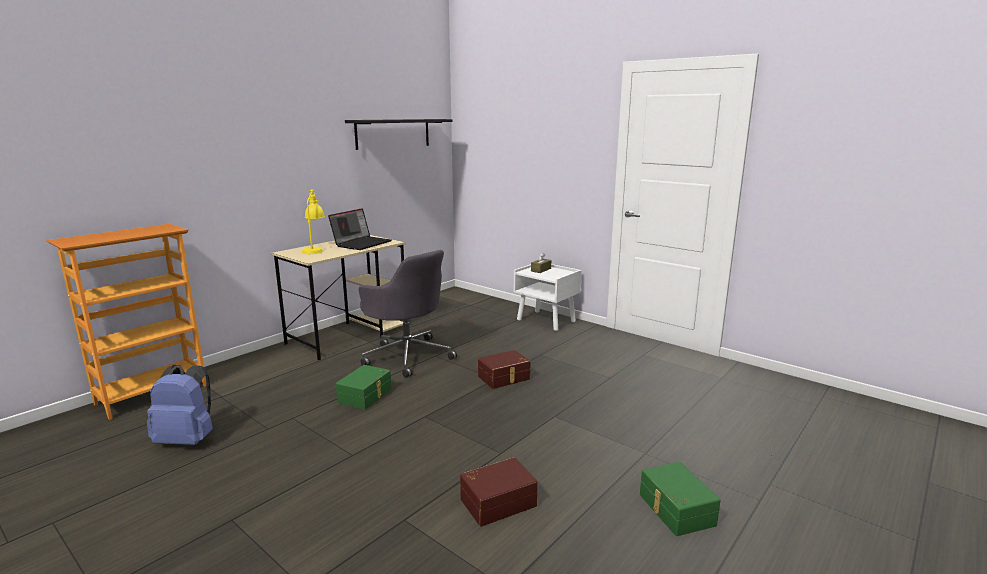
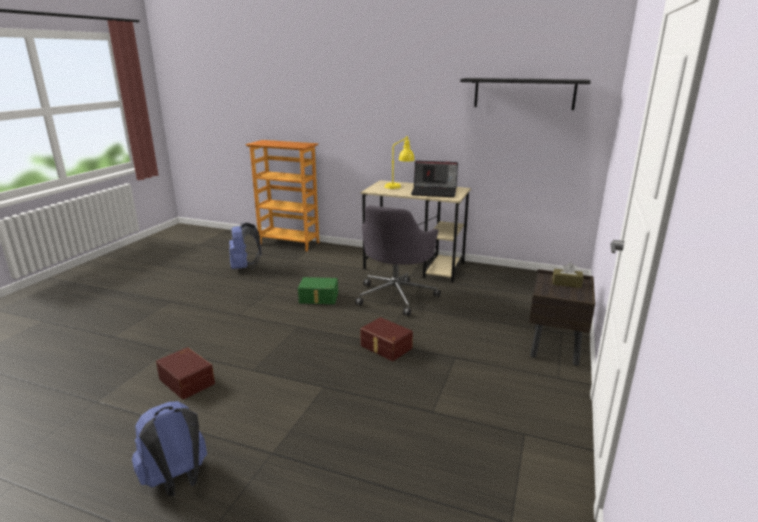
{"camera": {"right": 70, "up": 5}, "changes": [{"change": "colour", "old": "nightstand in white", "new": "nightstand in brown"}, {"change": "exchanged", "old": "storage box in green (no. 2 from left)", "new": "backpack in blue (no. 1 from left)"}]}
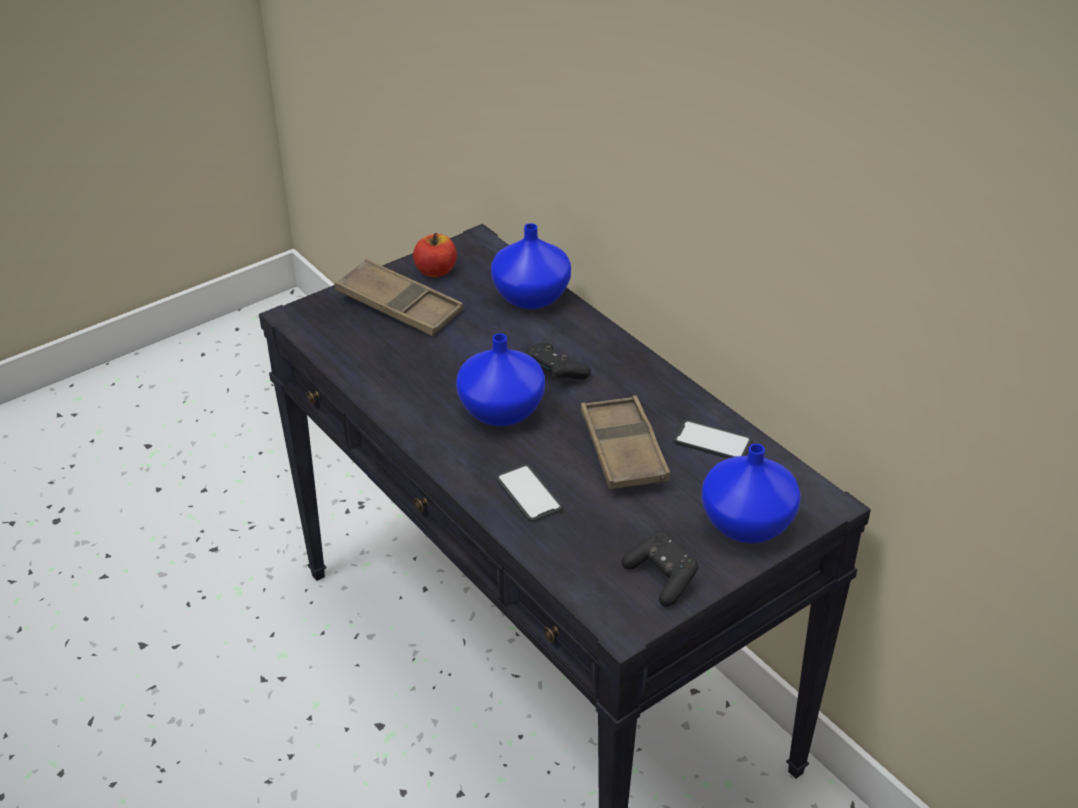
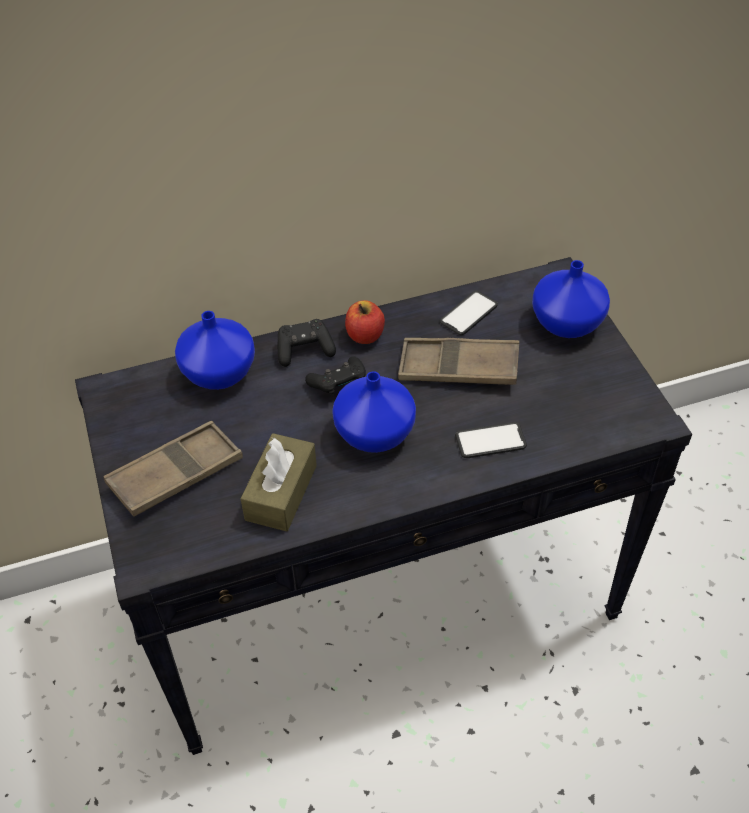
{"camera": {"right": -70, "up": 10}, "changes": [{"change": "relocated", "old": "apple"}, {"change": "relocated", "old": "game controller in black (no. 2 from left in the first image)", "new": "game controller in black (no. 1 from left)"}, {"change": "appeared", "new": "tissue box in brown"}]}
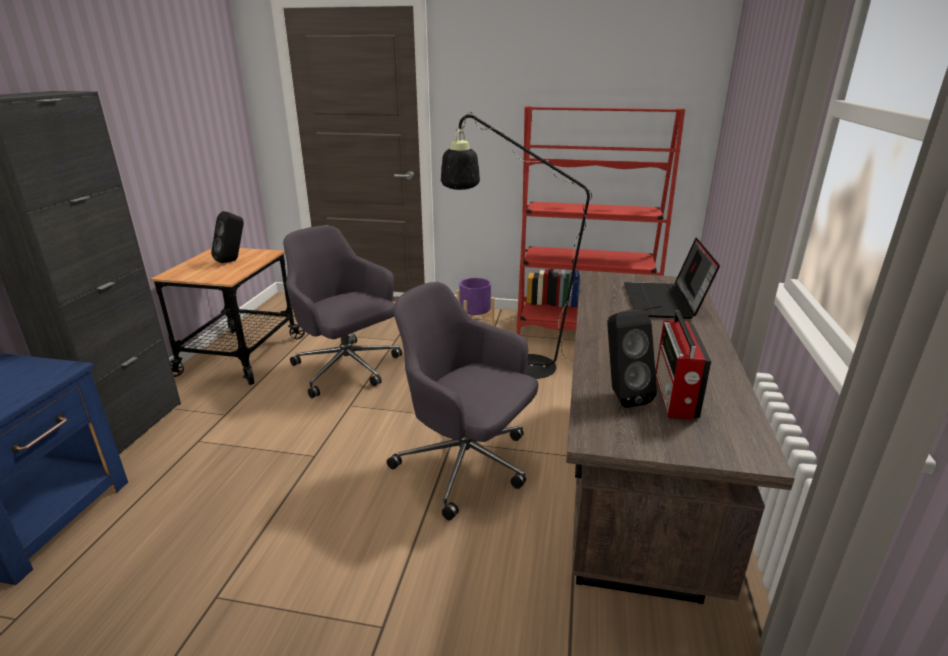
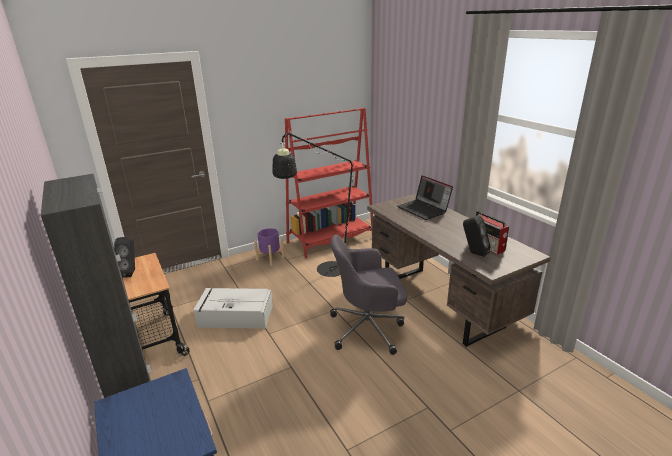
{"camera": {"right": -40, "up": 0}, "changes": [{"change": "exchanged", "old": "office chair in grey (no. 1 from left)", "new": "storage box in grey"}]}
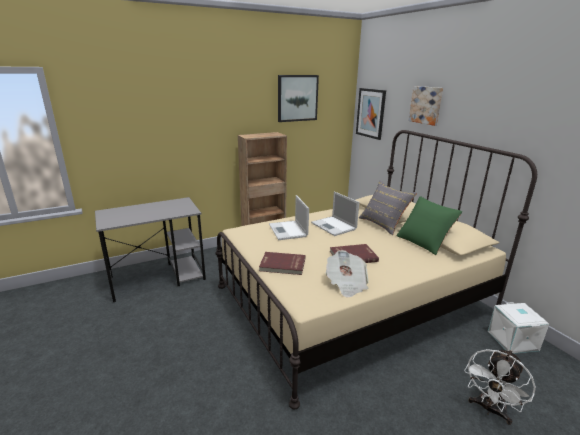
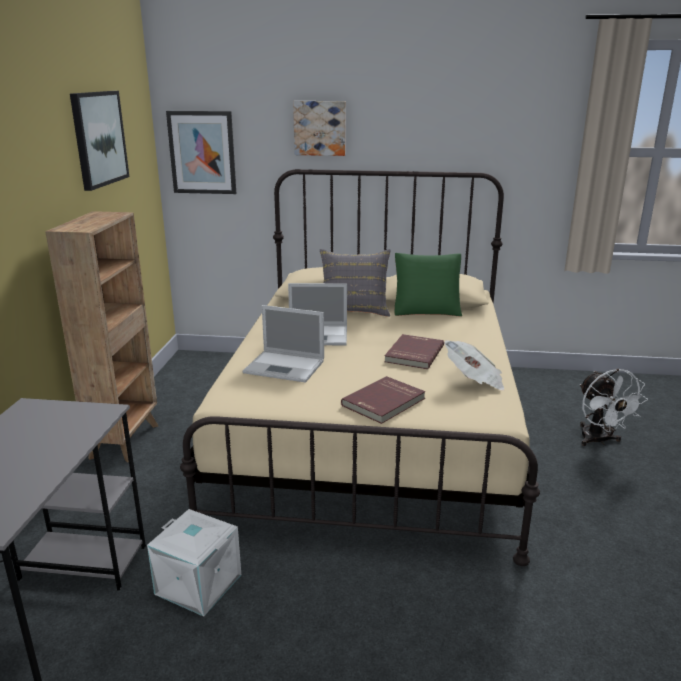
{"camera": {"right": -55, "up": 0}, "changes": [{"change": "relocated", "old": "storage box in white"}]}
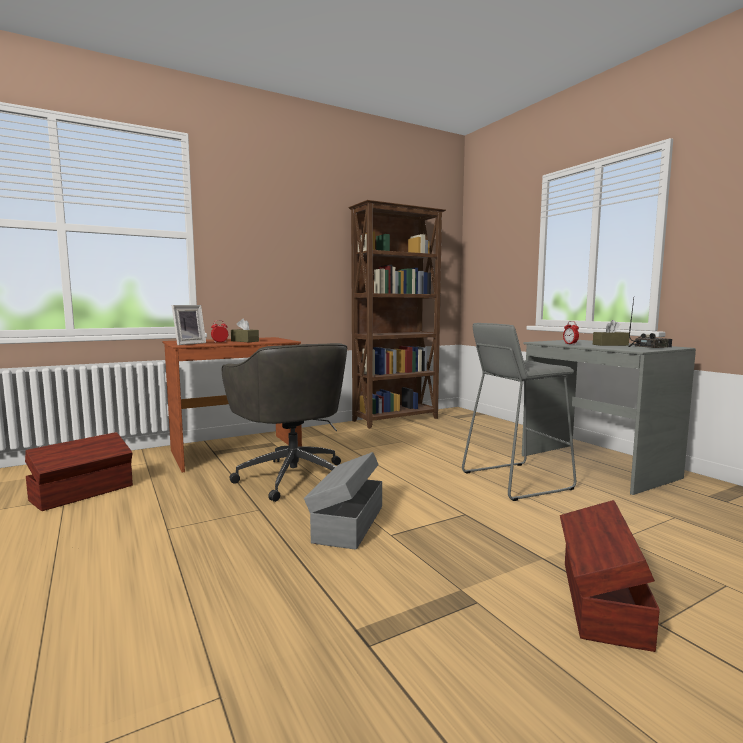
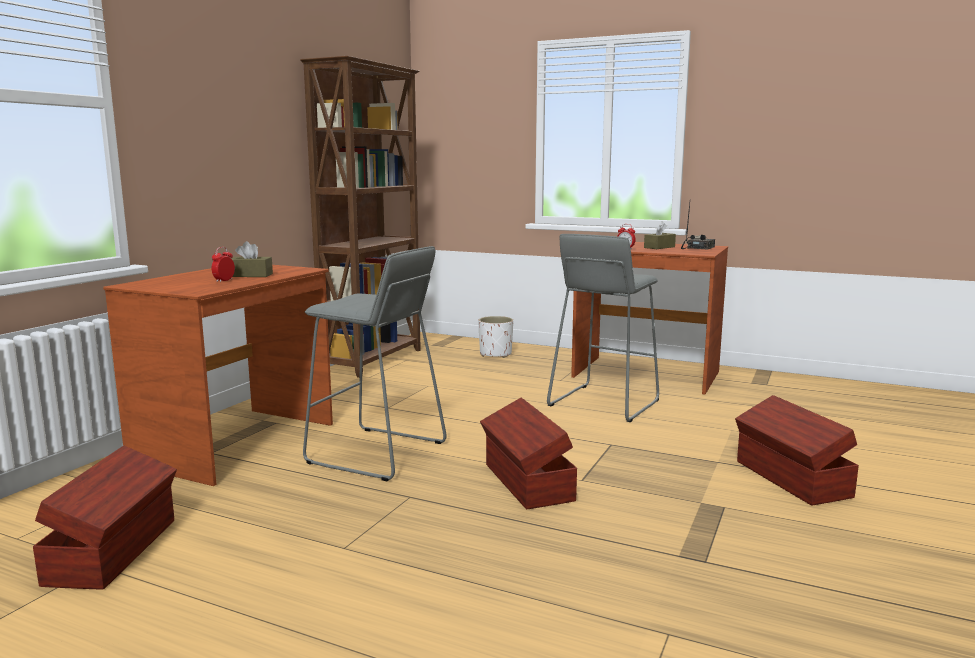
{"camera": {"right": -35, "up": 5}, "changes": [{"change": "missing", "old": "picture frame"}, {"change": "colour", "old": "desk in grey", "new": "desk in brown (no. 2 from left)"}, {"change": "exchanged", "old": "office chair in grey", "new": "stool in grey (no. 1 from left)"}, {"change": "colour", "old": "storage box in grey", "new": "storage box in brown (no. 2 from left)"}, {"change": "appeared", "new": "planter in white"}]}
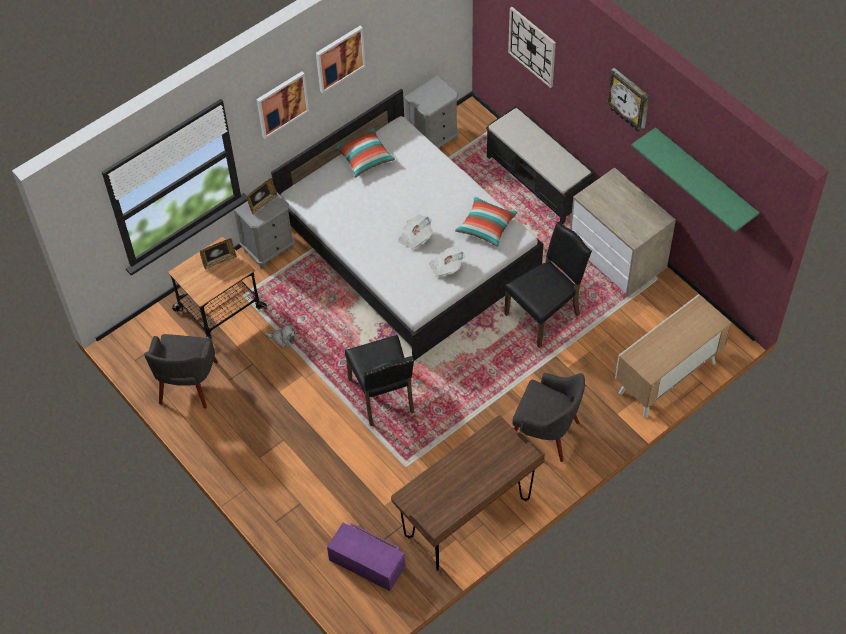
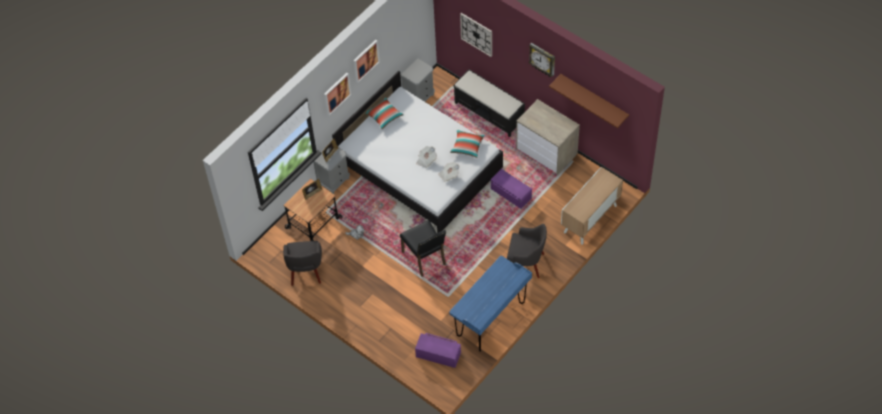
{"camera": {"right": -10, "up": 0}, "changes": [{"change": "colour", "old": "shelf in green", "new": "shelf in brown"}, {"change": "exchanged", "old": "chair in black (no. 2 from left)", "new": "storage box in purple (no. 2 from left)"}, {"change": "colour", "old": "desk in brown", "new": "desk in blue"}]}
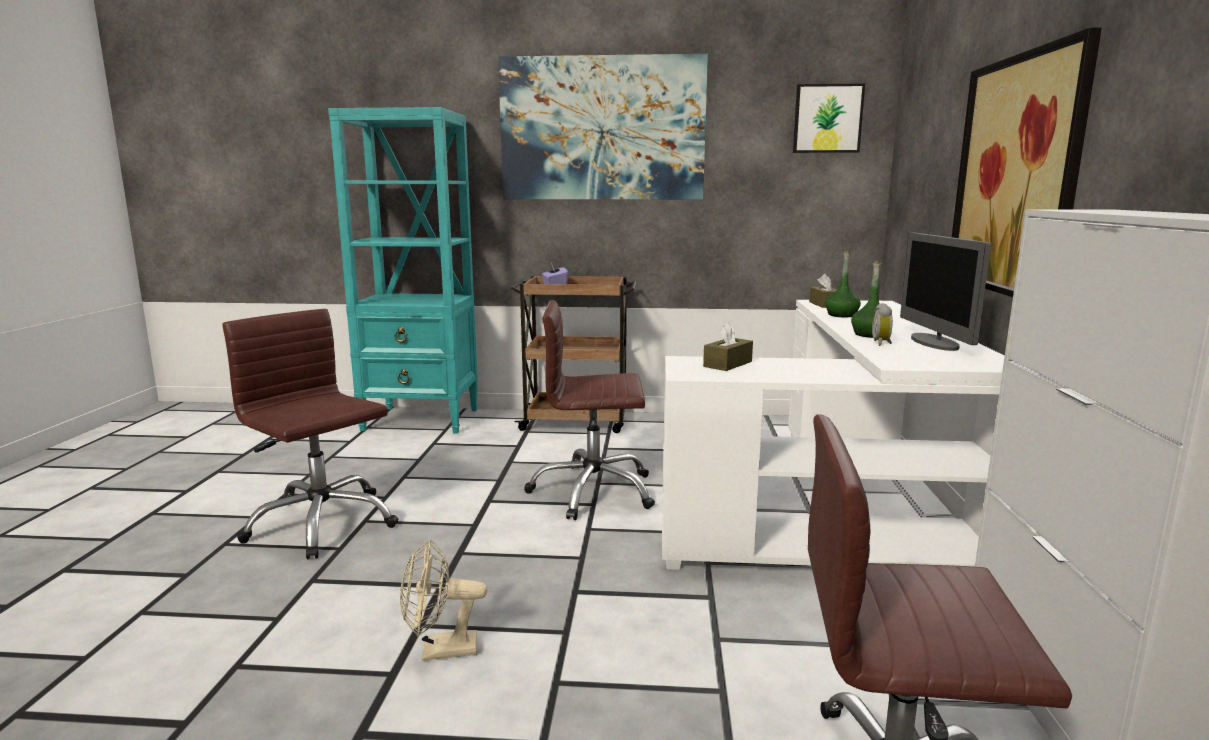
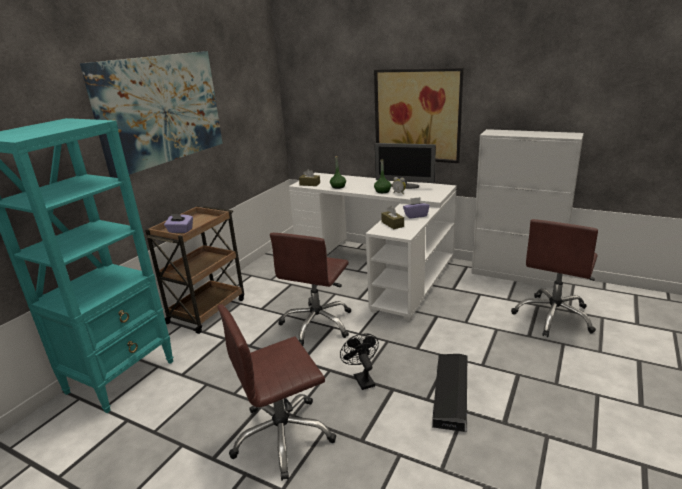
{"camera": {"right": -65, "up": 10}, "changes": [{"change": "missing", "old": "picture (no. 2 from left)"}, {"change": "exchanged", "old": "fan in beige", "new": "storage box in black"}, {"change": "appeared", "new": "tissue box in purple (no. 2 from left)"}, {"change": "appeared", "new": "fan in black"}]}
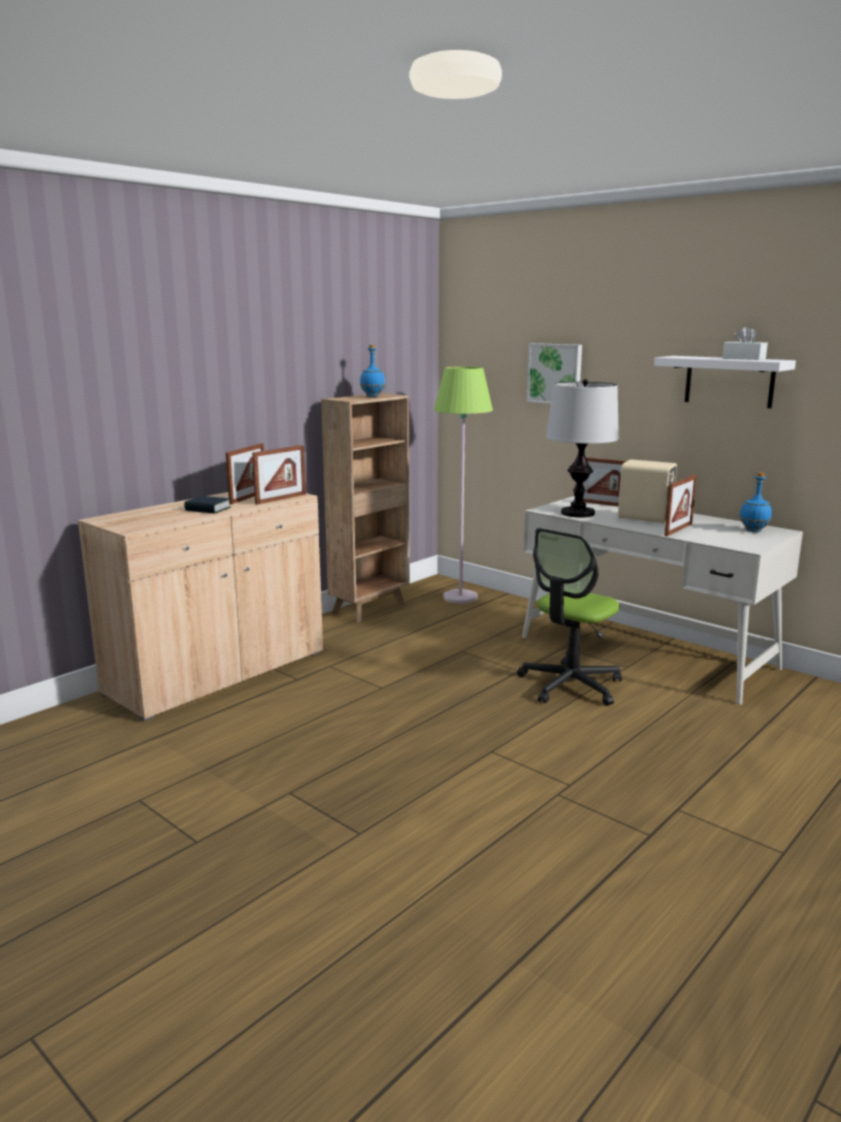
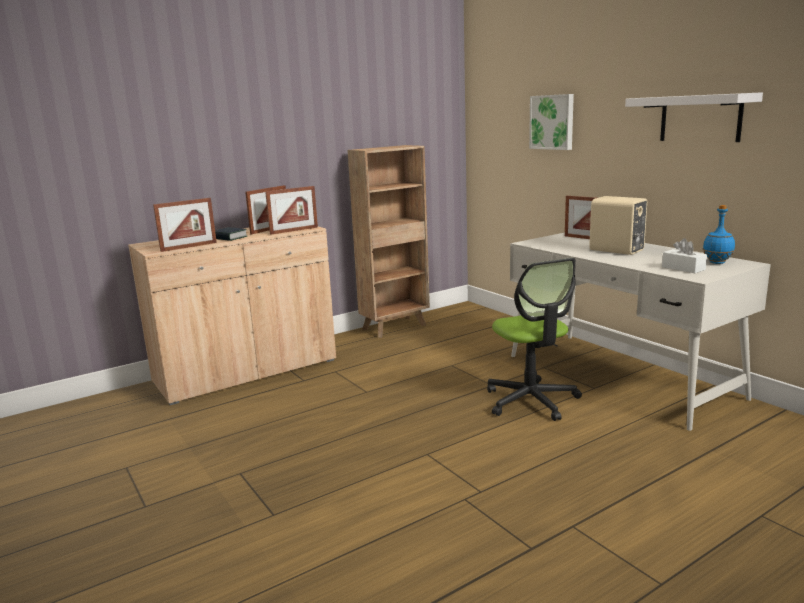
{"camera": {"right": 15, "up": 0}, "changes": [{"change": "relocated", "old": "tissue box in white"}, {"change": "missing", "old": "bottle in blue (no. 1 from left)"}, {"change": "missing", "old": "floor lamp in green"}, {"change": "missing", "old": "table lamp"}, {"change": "relocated", "old": "picture frame (no. 4 from left in the first image)", "new": "picture frame (no. 1 from left)"}, {"change": "spun", "old": "office chair", "degrees": -75}]}
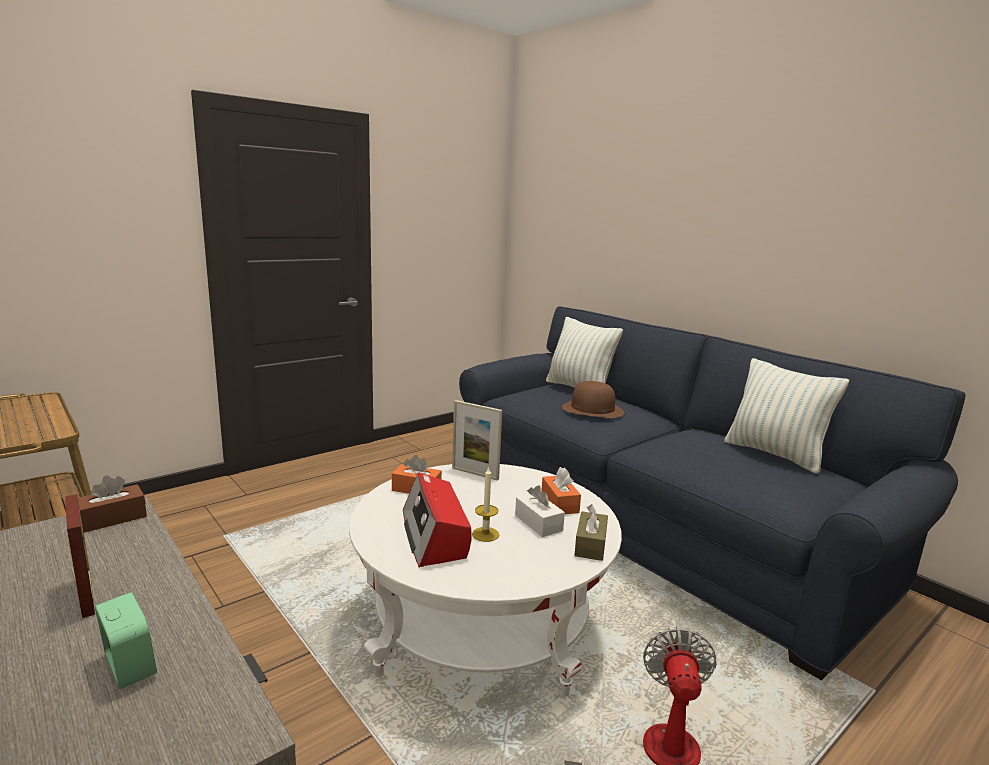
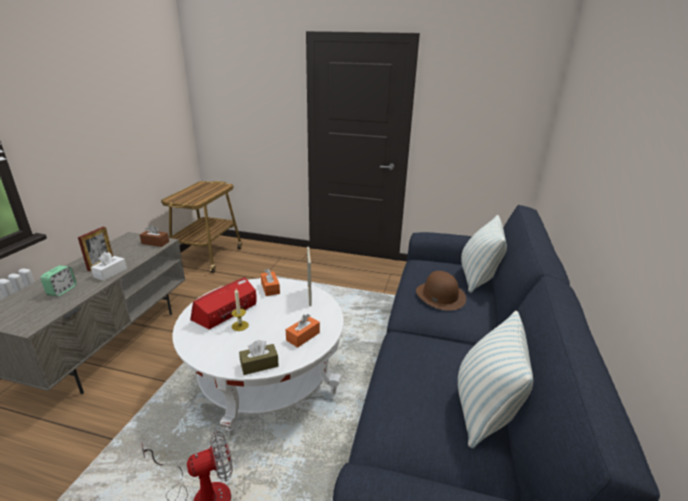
{"camera": {"right": 55, "up": 10}, "changes": [{"change": "relocated", "old": "tissue box in white"}]}
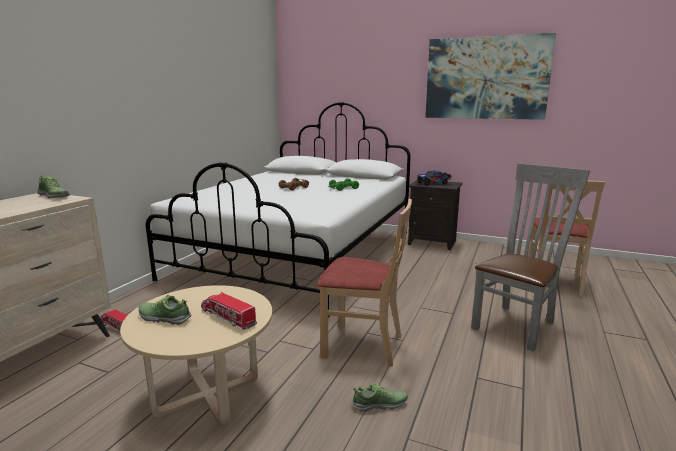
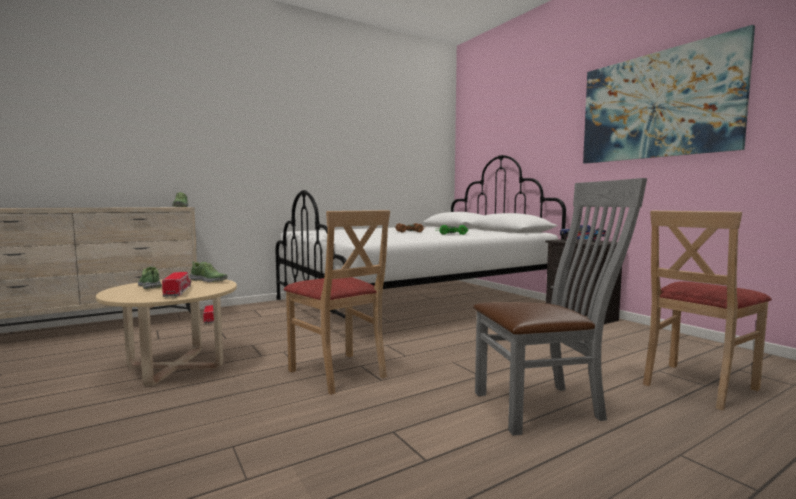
{"camera": {"right": 35, "up": -10}, "changes": [{"change": "relocated", "old": "shoe (no. 3 from left)"}]}
